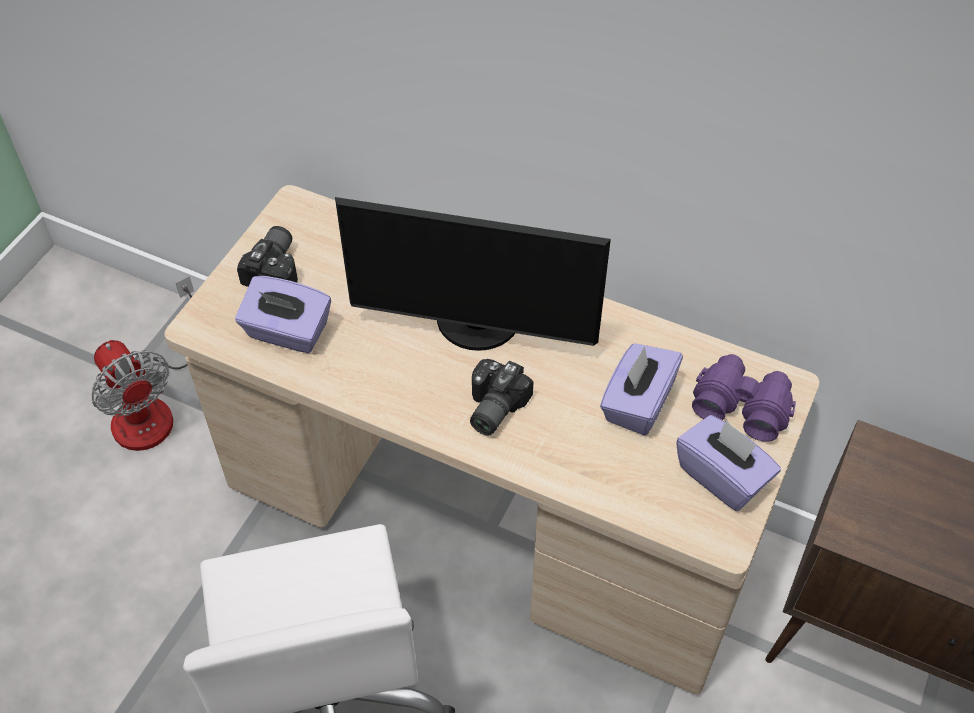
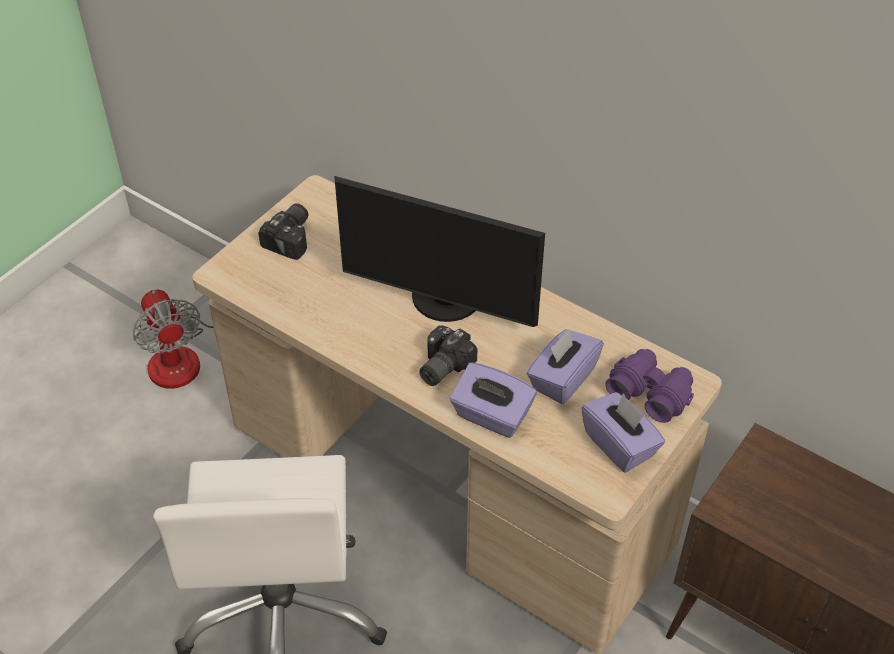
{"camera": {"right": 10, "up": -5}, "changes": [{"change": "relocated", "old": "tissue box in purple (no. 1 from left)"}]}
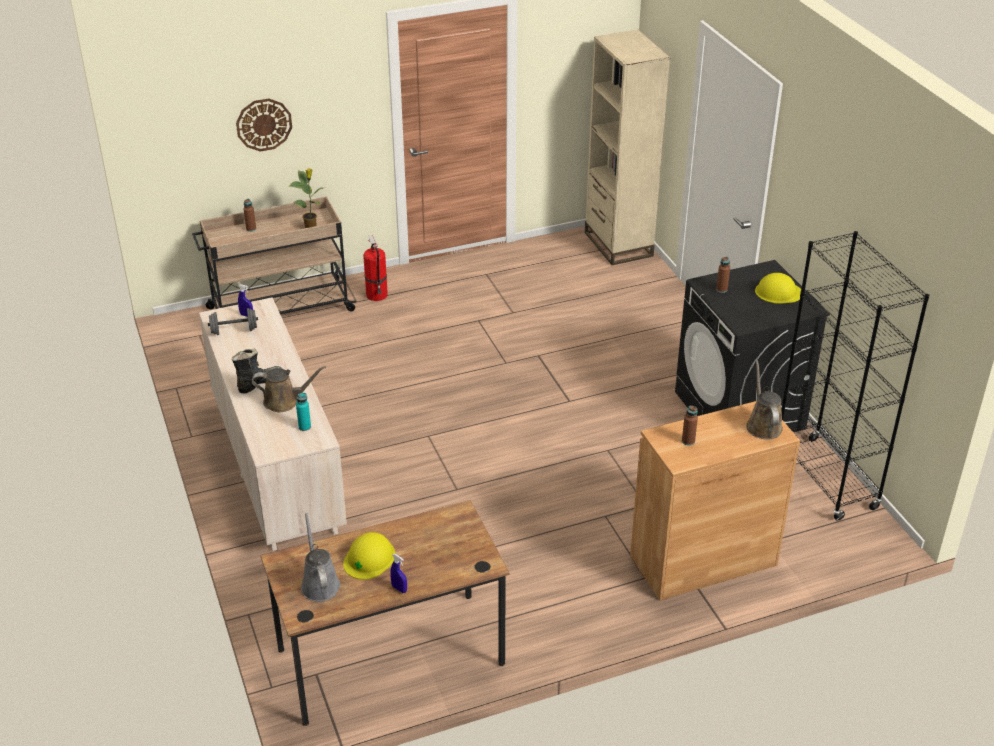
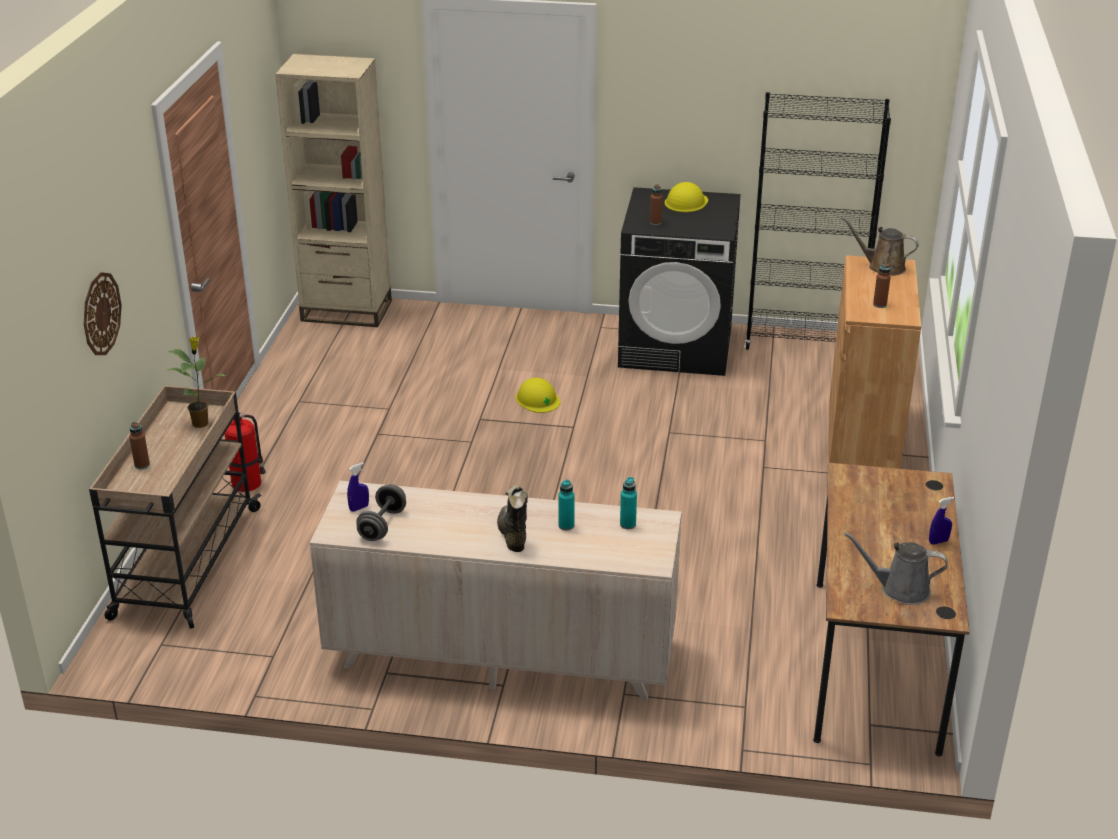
{"camera": {"right": -60, "up": -5}, "changes": [{"change": "exchanged", "old": "watering can in brown (no. 1 from left)", "new": "bottle in turquoise (no. 1 from left)"}, {"change": "relocated", "old": "hard hat in yellow (no. 1 from left)"}]}
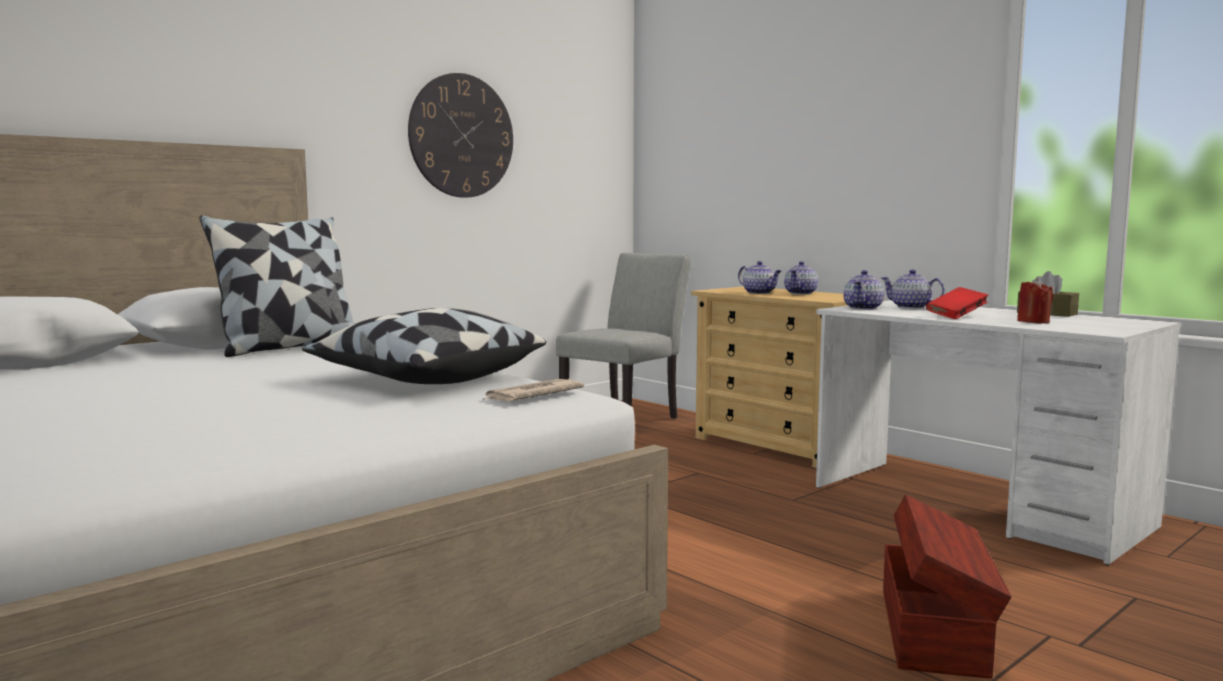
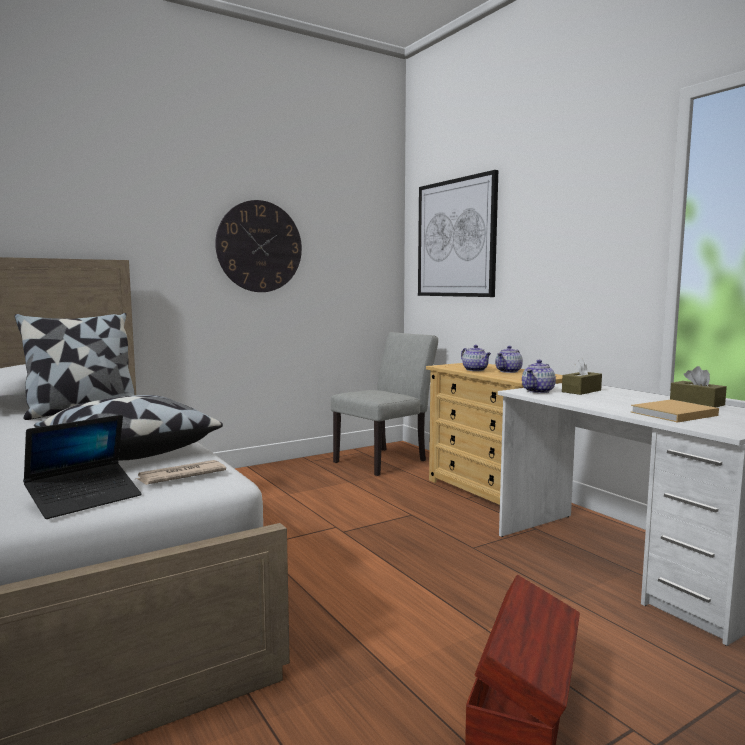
{"camera": {"right": 10, "up": 0}, "changes": [{"change": "exchanged", "old": "teapot (no. 4 from left)", "new": "tissue box in brown (no. 1 from left)"}, {"change": "exchanged", "old": "candle in red", "new": "book in beige"}, {"change": "missing", "old": "book in red"}, {"change": "appeared", "new": "picture"}, {"change": "appeared", "new": "laptop"}]}
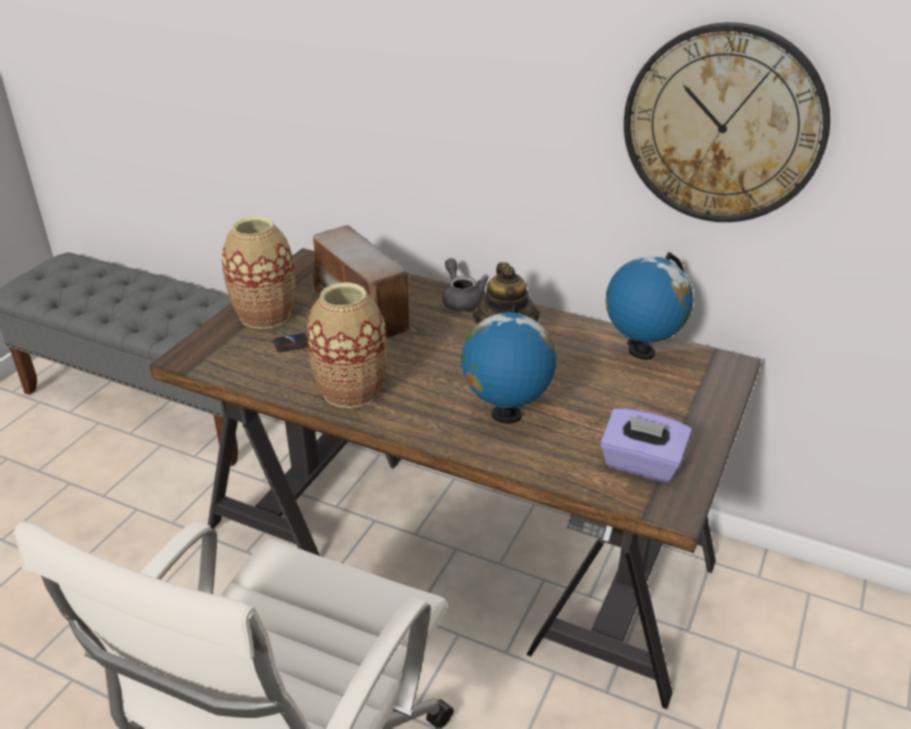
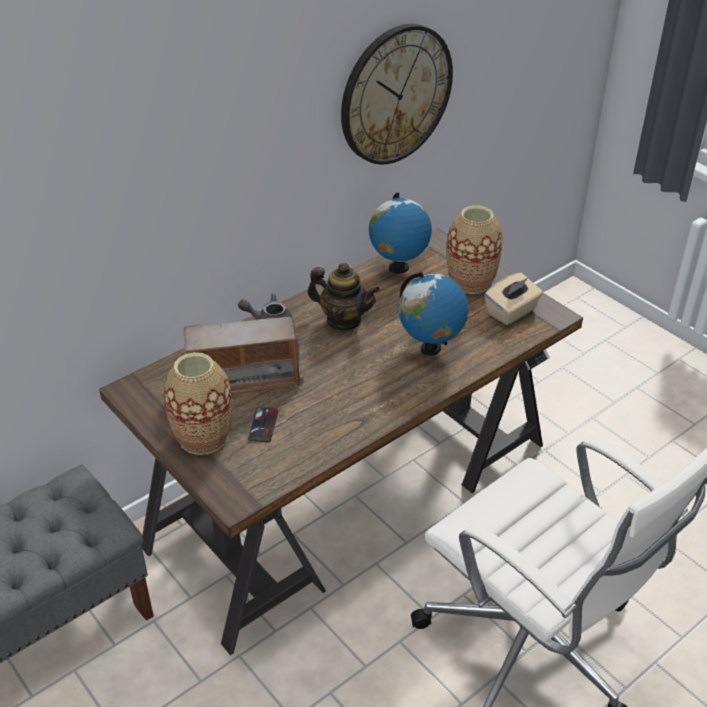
{"camera": {"right": -65, "up": 5}, "changes": [{"change": "relocated", "old": "vase (no. 2 from left)"}, {"change": "colour", "old": "tissue box in purple", "new": "tissue box in beige"}]}
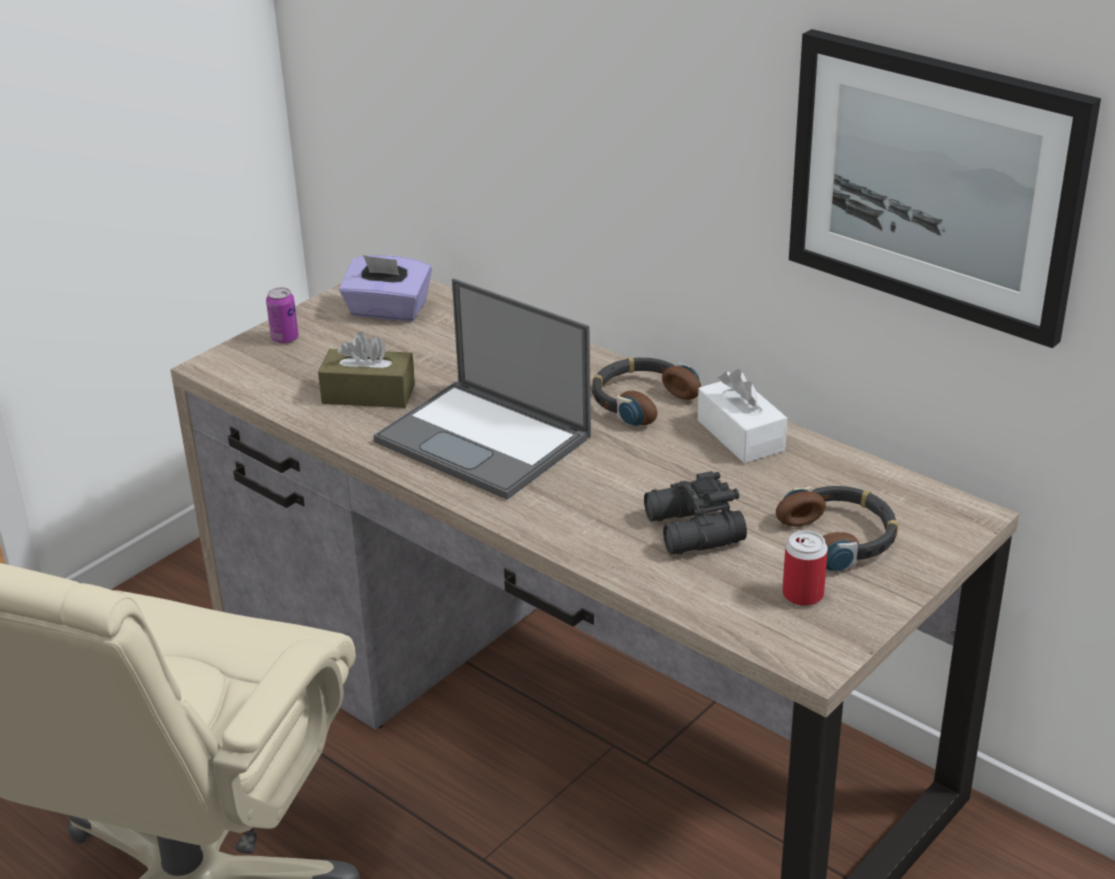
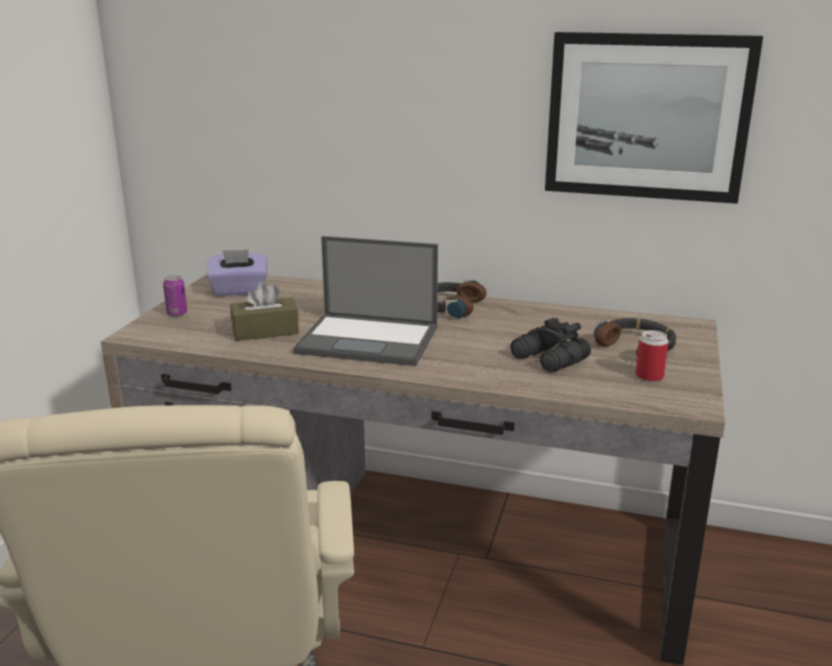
{"camera": {"right": -25, "up": -10}, "changes": [{"change": "missing", "old": "tissue box in white"}]}
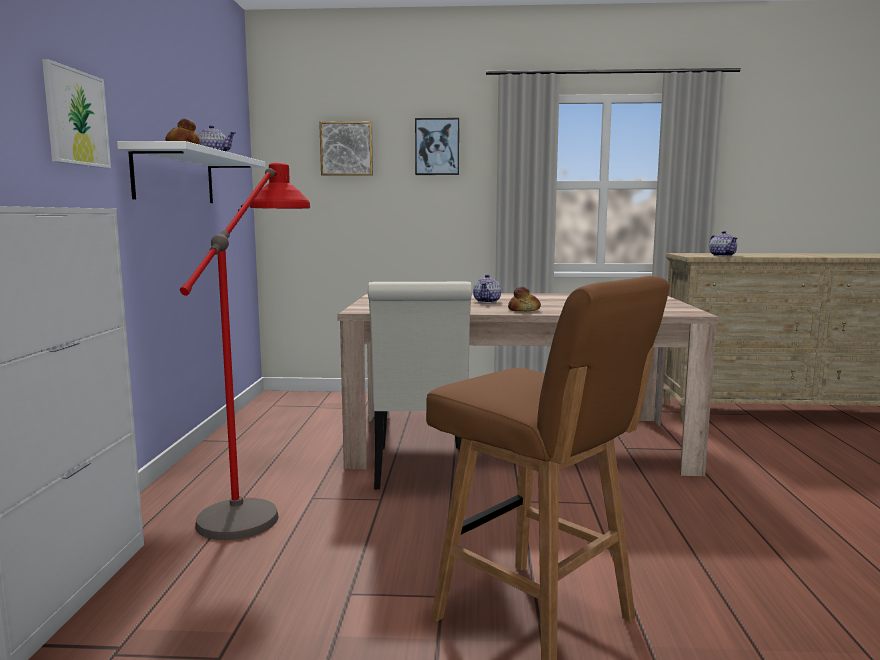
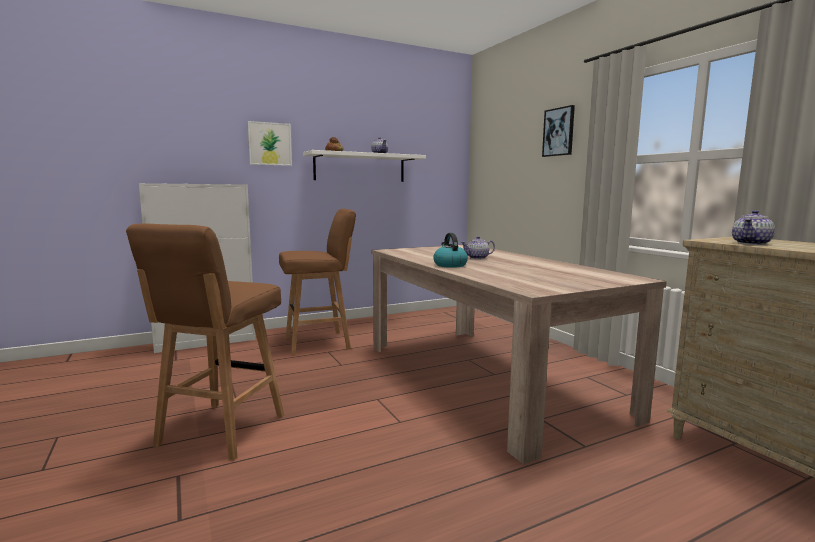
{"camera": {"right": 60, "up": 0}, "changes": [{"change": "missing", "old": "picture (no. 2 from left)"}, {"change": "exchanged", "old": "floor lamp in red", "new": "stool in brown (no. 2 from left)"}, {"change": "missing", "old": "chair in white"}, {"change": "exchanged", "old": "bread (no. 2 from left)", "new": "kettle"}]}
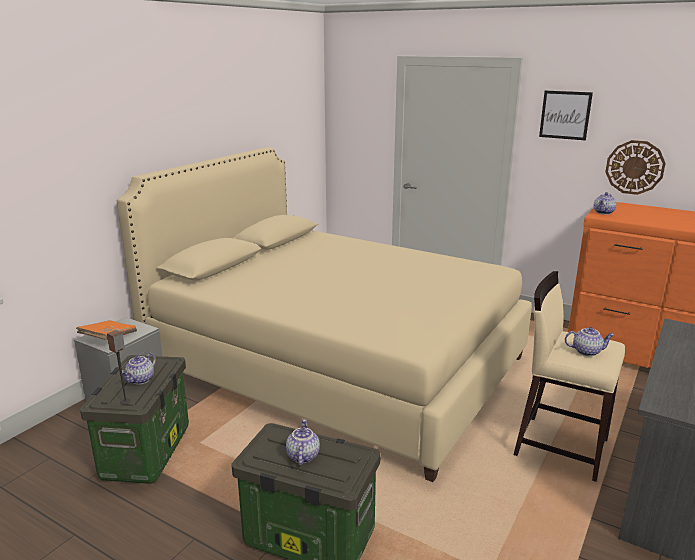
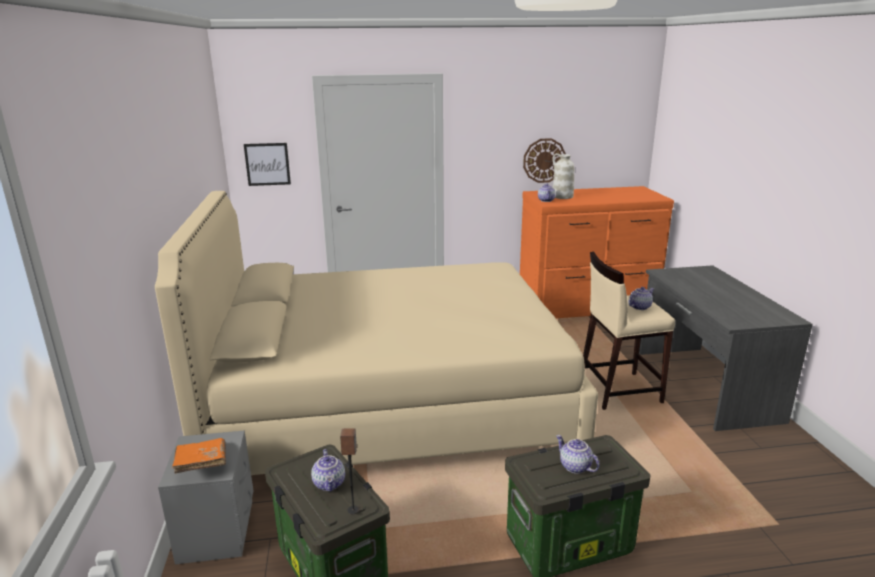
{"camera": {"right": -40, "up": 0}, "changes": [{"change": "relocated", "old": "picture"}, {"change": "appeared", "new": "vase in white"}]}
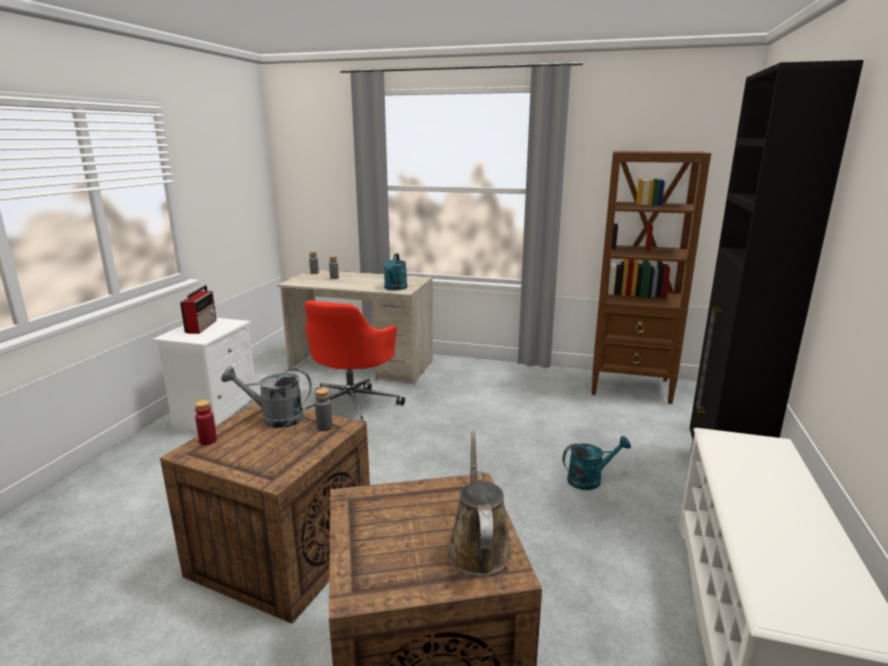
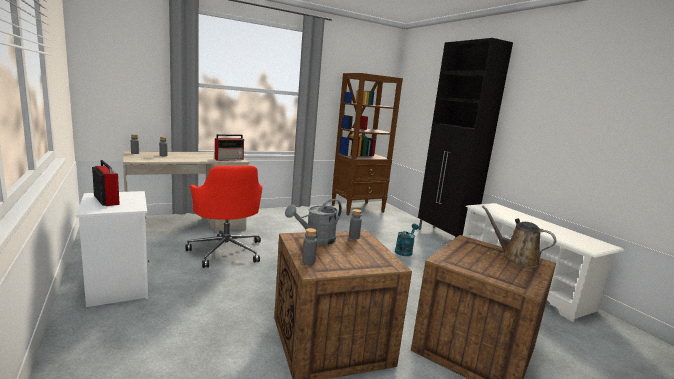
{"camera": {"right": -45, "up": -5}, "changes": [{"change": "exchanged", "old": "watering can in turquoise (no. 1 from left)", "new": "radio (no. 2 from left)"}, {"change": "colour", "old": "bottle in red", "new": "bottle in grey (no. 3 from left)"}]}
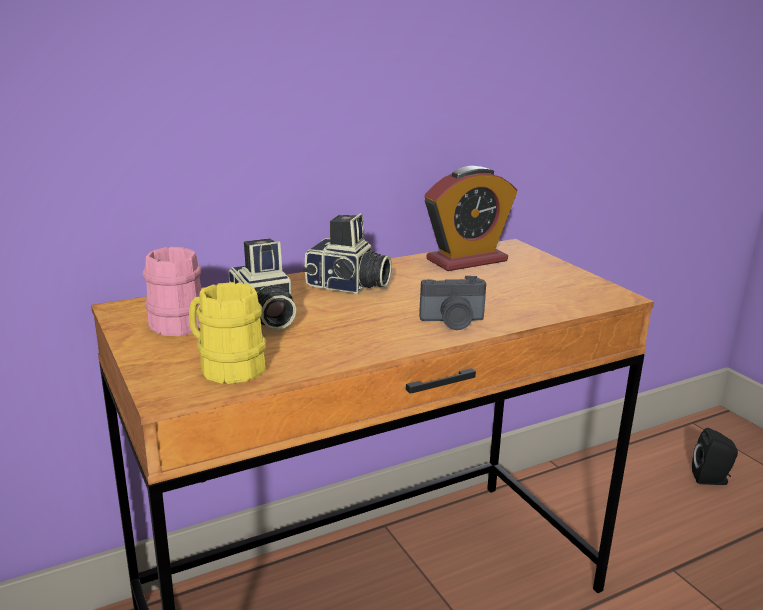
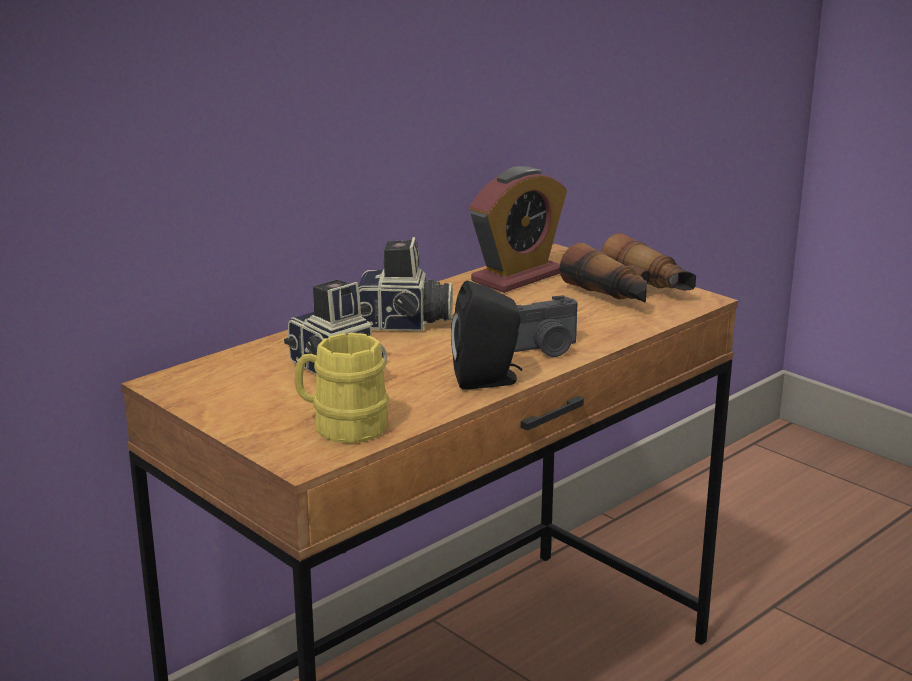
{"camera": {"right": -15, "up": 0}, "changes": [{"change": "missing", "old": "mug in pink"}, {"change": "relocated", "old": "speaker in black"}, {"change": "appeared", "new": "binoculars"}]}
